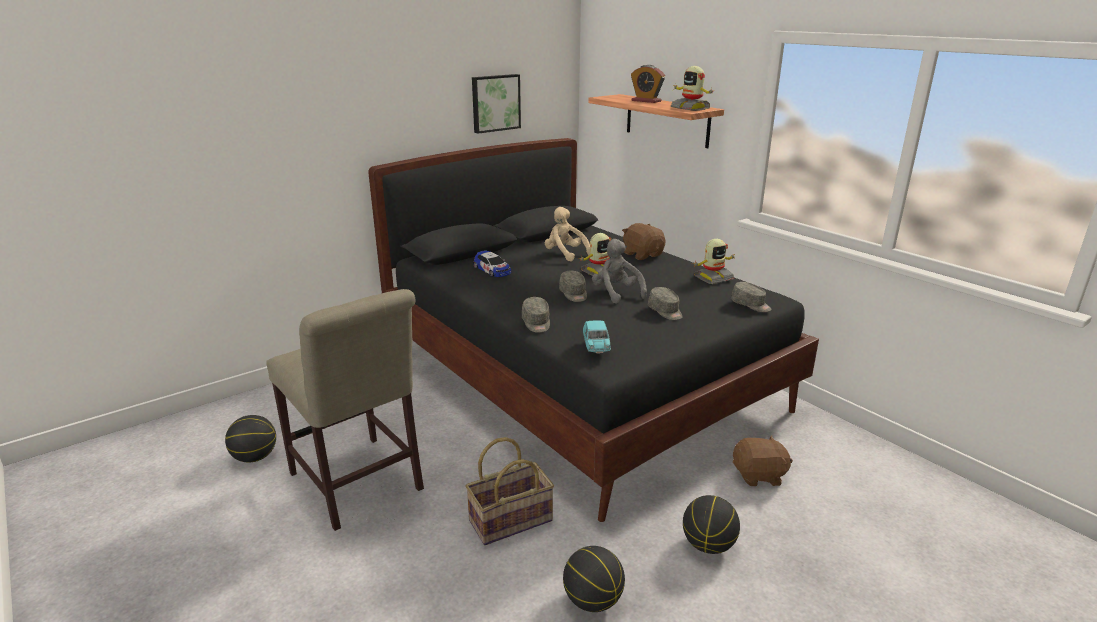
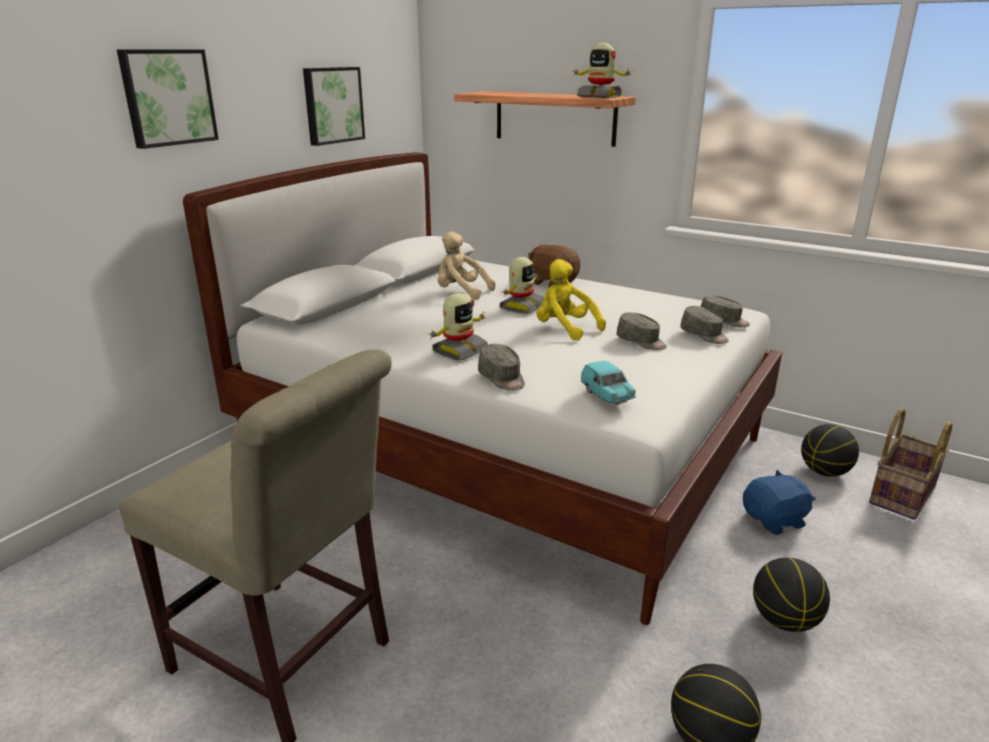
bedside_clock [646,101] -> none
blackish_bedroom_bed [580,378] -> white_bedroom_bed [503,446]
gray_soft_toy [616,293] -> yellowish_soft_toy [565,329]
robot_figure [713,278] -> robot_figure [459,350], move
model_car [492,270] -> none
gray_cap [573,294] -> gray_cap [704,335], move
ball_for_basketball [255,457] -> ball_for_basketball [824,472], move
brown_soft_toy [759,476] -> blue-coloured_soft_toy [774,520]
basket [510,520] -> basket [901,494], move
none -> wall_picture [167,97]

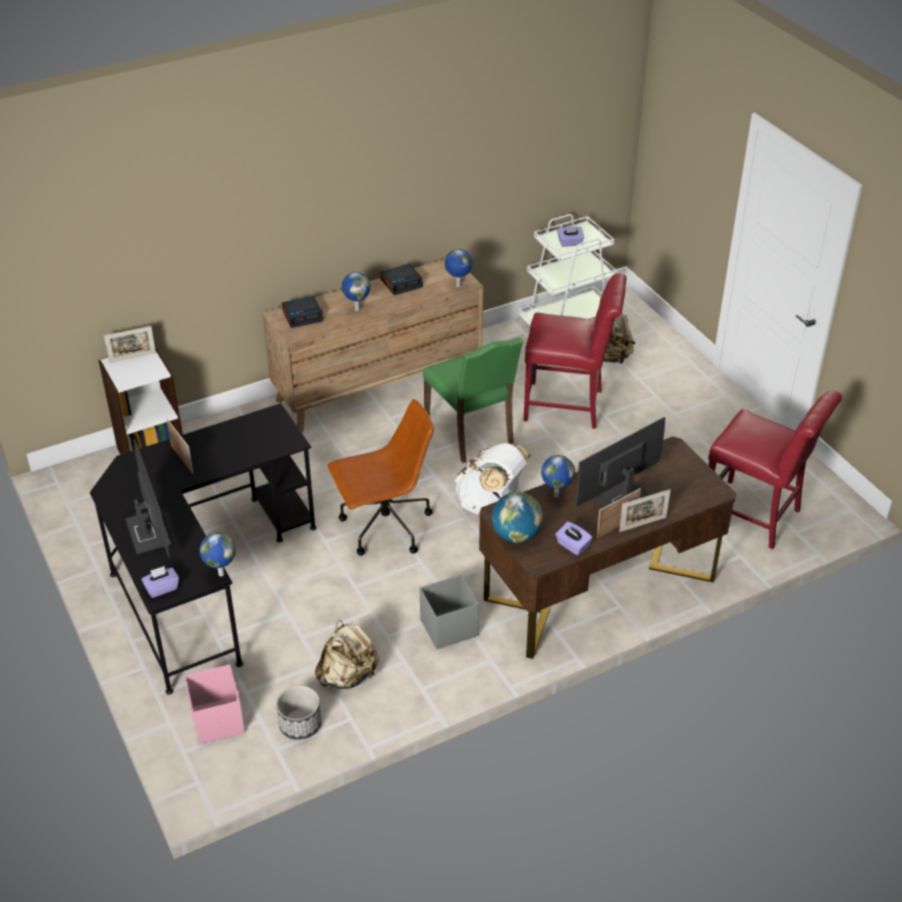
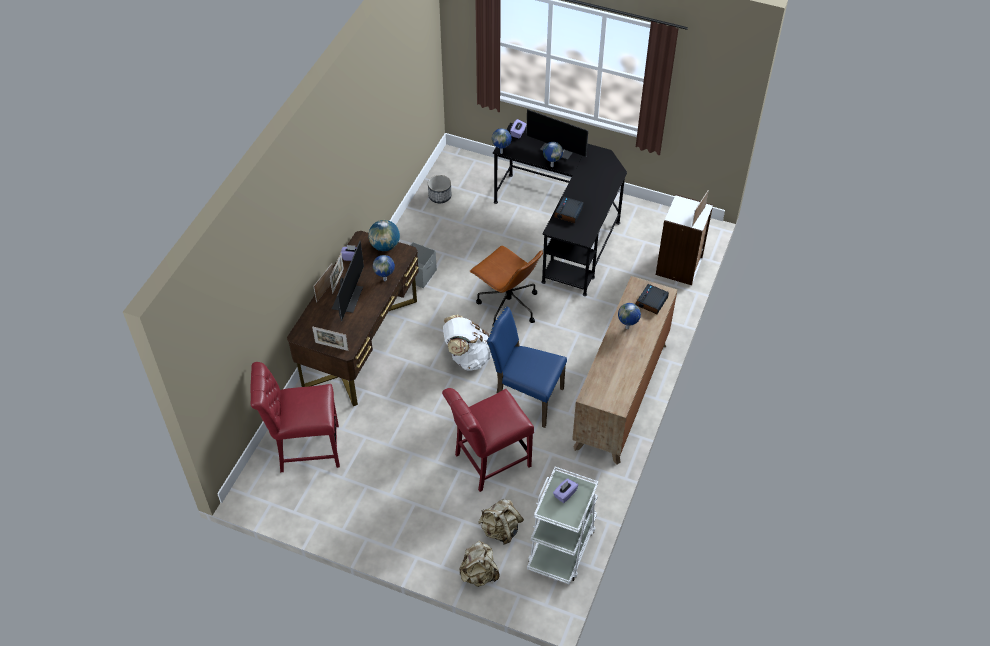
desk_globe [458,286] -> desk_globe [552,165], move
bedside_clock [401,283] -> bedside_clock [568,213], move
green-coloured_plain_chair [472,434] -> blue-coloured_plain_chair [526,398]
brown_office_chair [384,527] -> brown_office_chair [507,305], 75 degrees counterclockwise
photo_frame [182,459] -> photo_frame [331,346], move
sand-coloured_rucksack [348,676] -> sand-coloured_rucksack [479,573], move
pink-coloured_storage_box [218,719] -> none

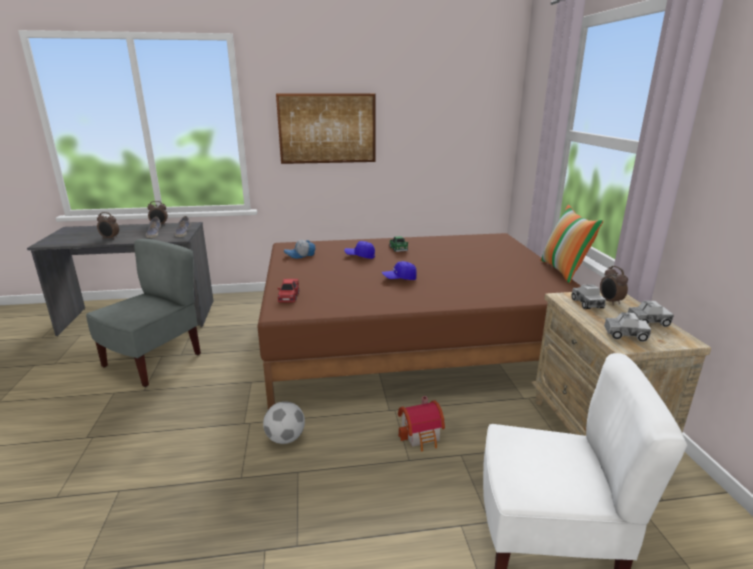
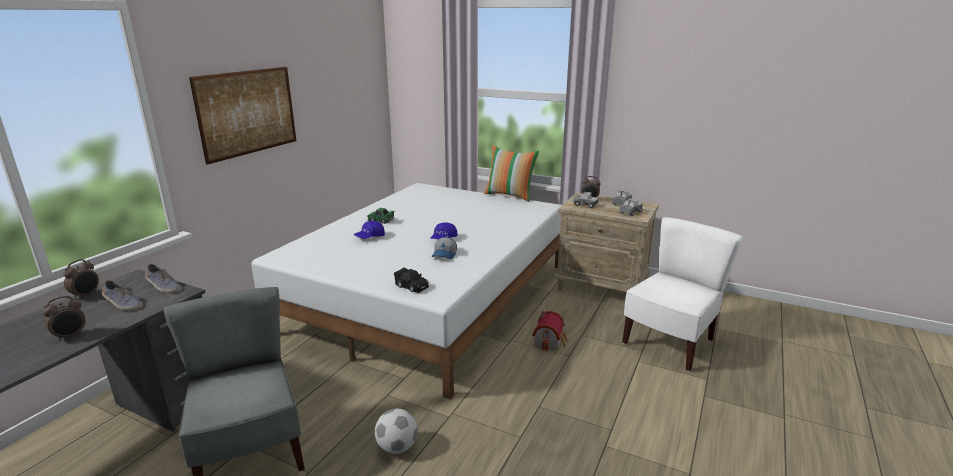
brown_bedroom_bed [410,340] -> white_bedroom_bed [430,297]
cap [300,255] -> cap [445,255], move
reddish_model_car [289,297] -> blackish_model_car [411,286]
football [285,438] -> football [397,447], move

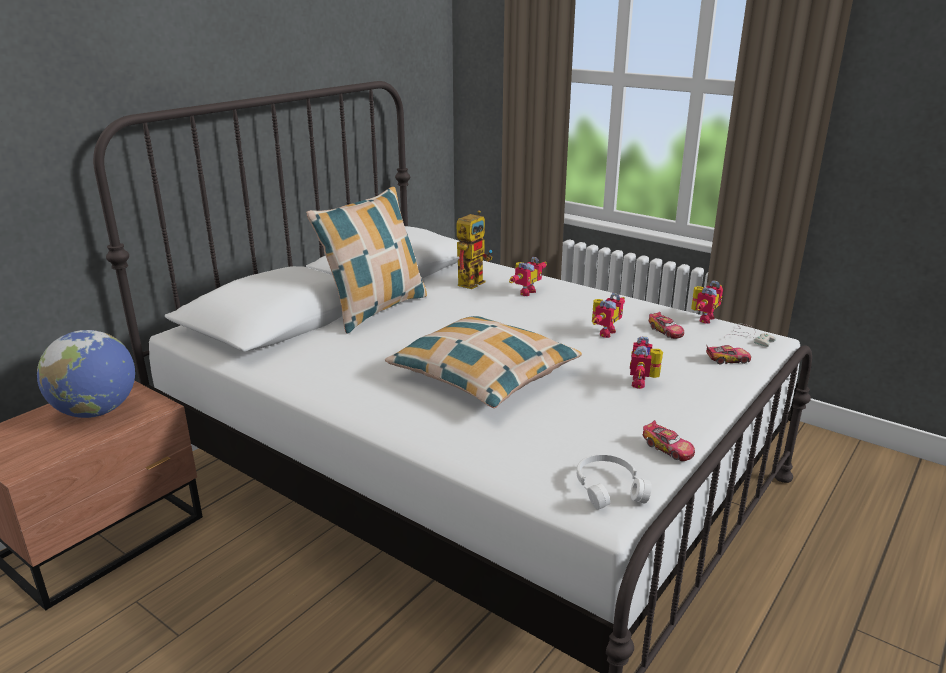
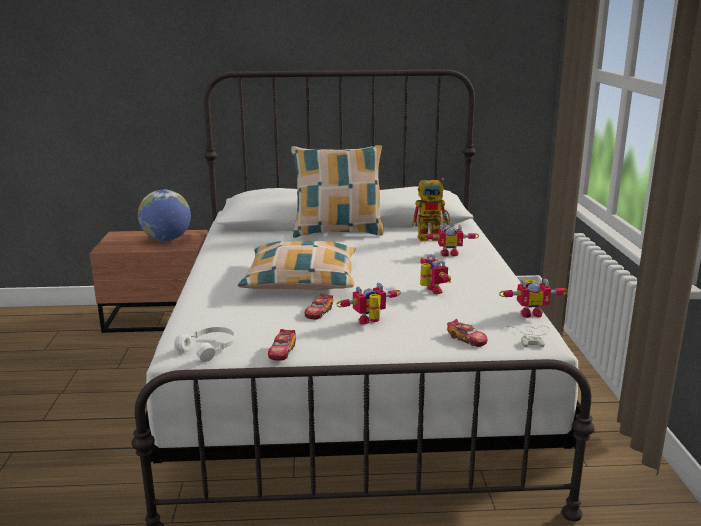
robot_figure [603,332] -> robot_figure [430,291], 105 degrees counterclockwise
model_car [666,331] -> model_car [318,312], move

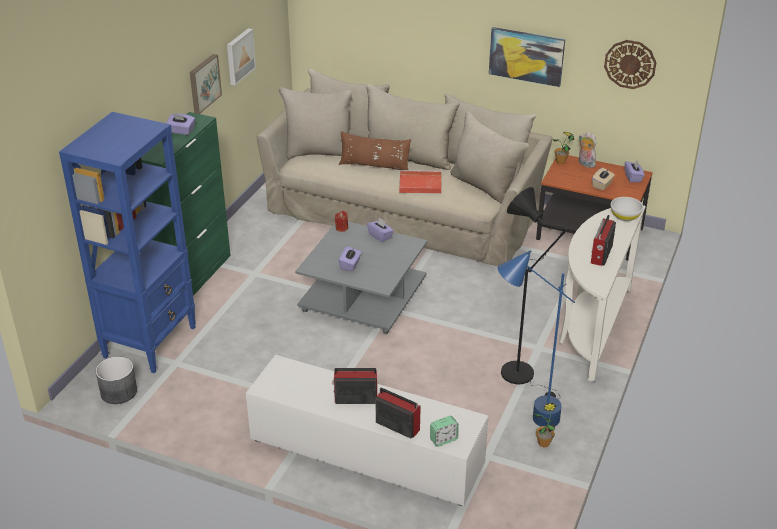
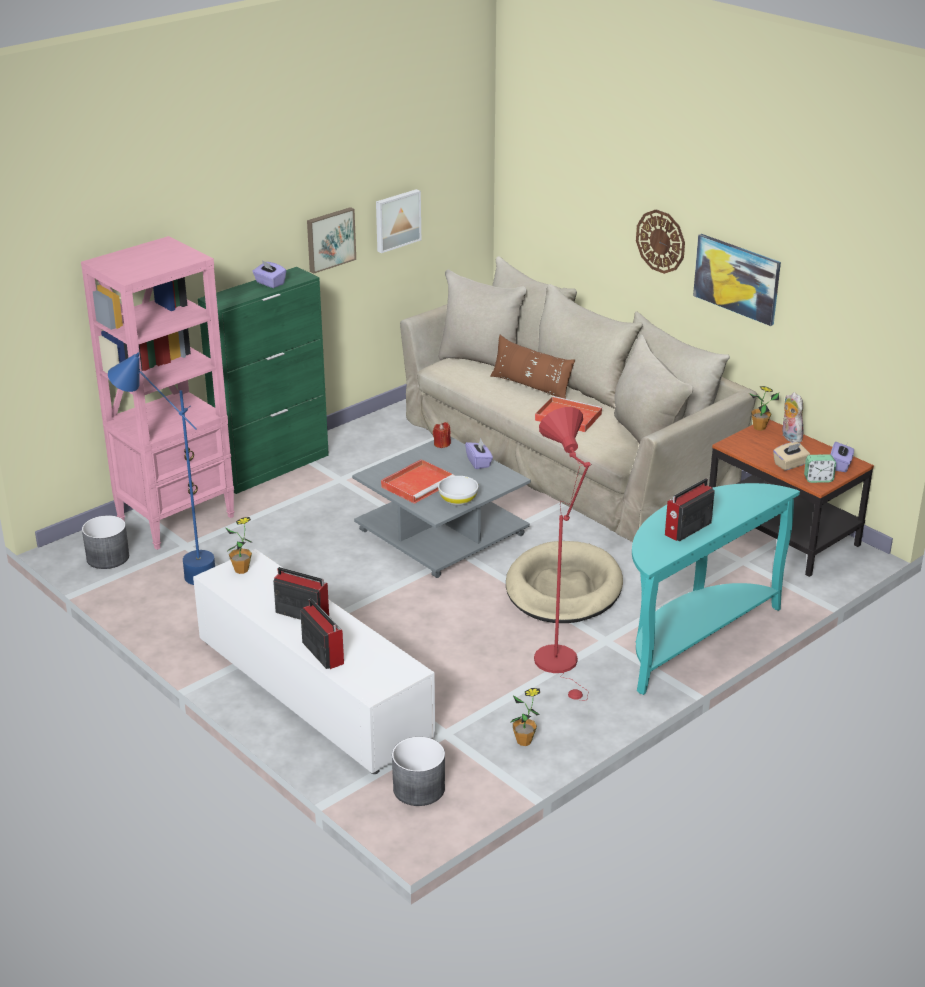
clock_on_the_wall [630,64] -> clock_on_the_wall [661,241], move
blue-coloured_shelving_unit [151,341] -> pink-coloured_shelving_unit [177,518]
blackish_standard_lamp [523,376] -> reddish_standard_lamp [560,665]
white_deep_dish [625,216] -> white_deep_dish [458,500], move
white_console_table [591,328] -> turquoise_console_table [691,638]
purplish_box_of_tissues [350,265] -> reddish_serving_tray [418,483]
blue-coloured_standard_lamp [523,421] -> blue-coloured_standard_lamp [175,572], move
bedside_clock [443,439] -> bedside_clock [818,479], move
none -> plant_in_a_pot [241,570]
none -> sand-coloured_dog_bed [563,588]
none -> gray_flower_pot [418,789]

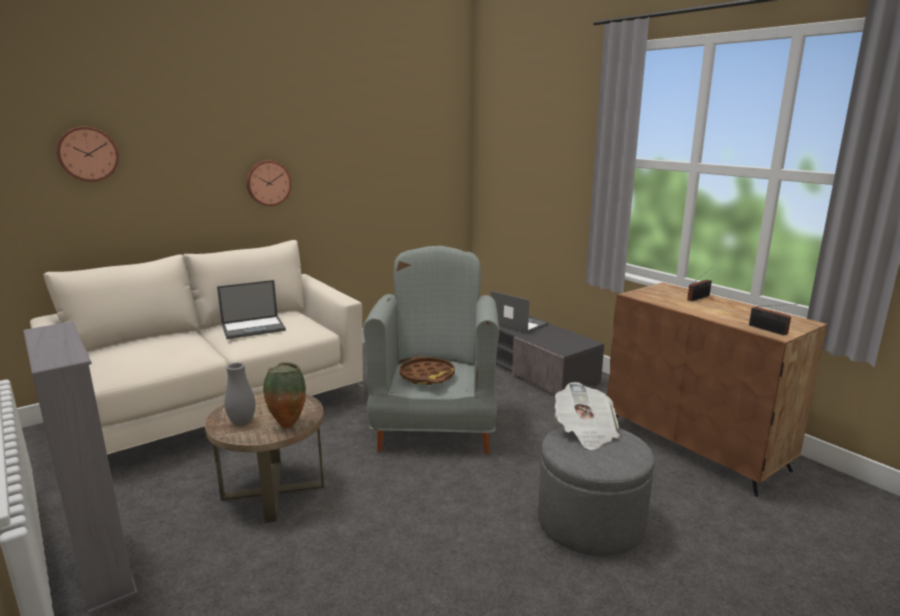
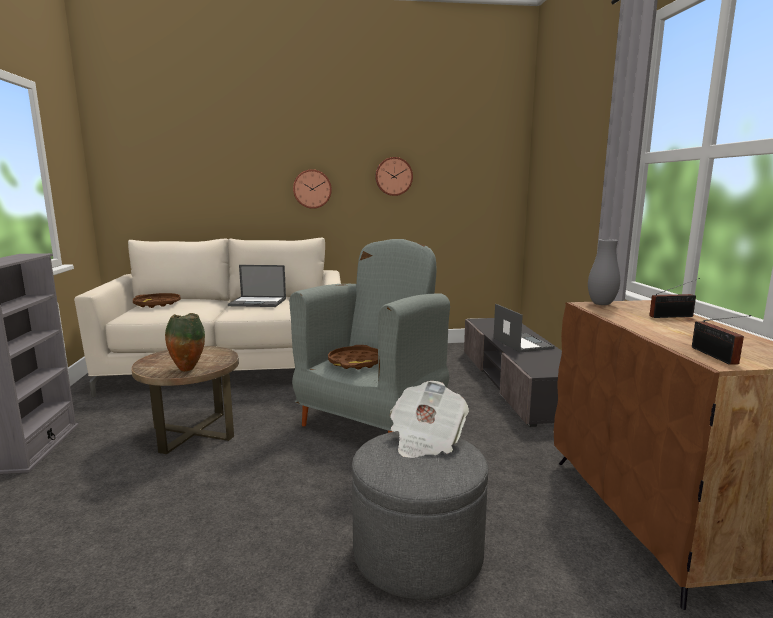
clock_on_the_wall [87,154] -> clock_on_the_wall [393,176], move
gray_vase [242,423] -> gray_vase [601,304], move
none -> brown_serving_tray [157,304]

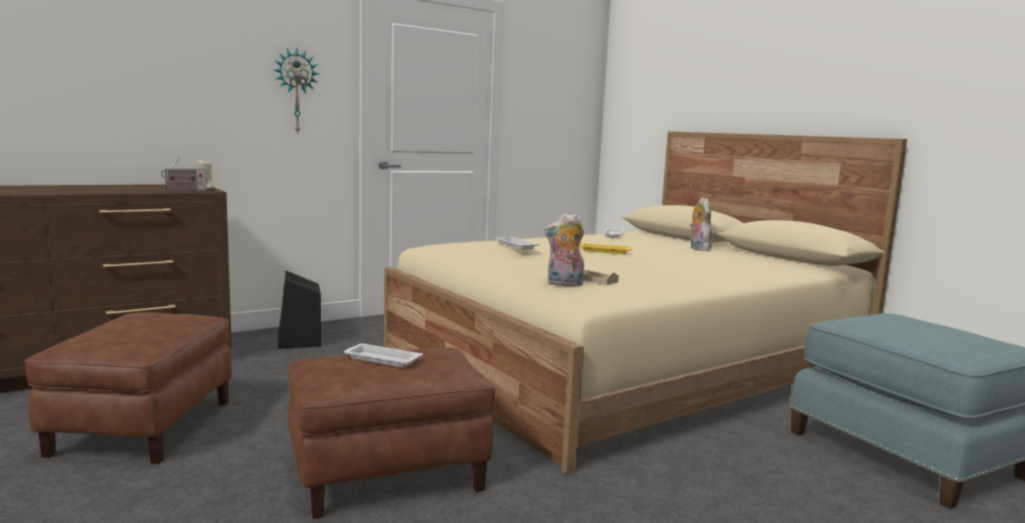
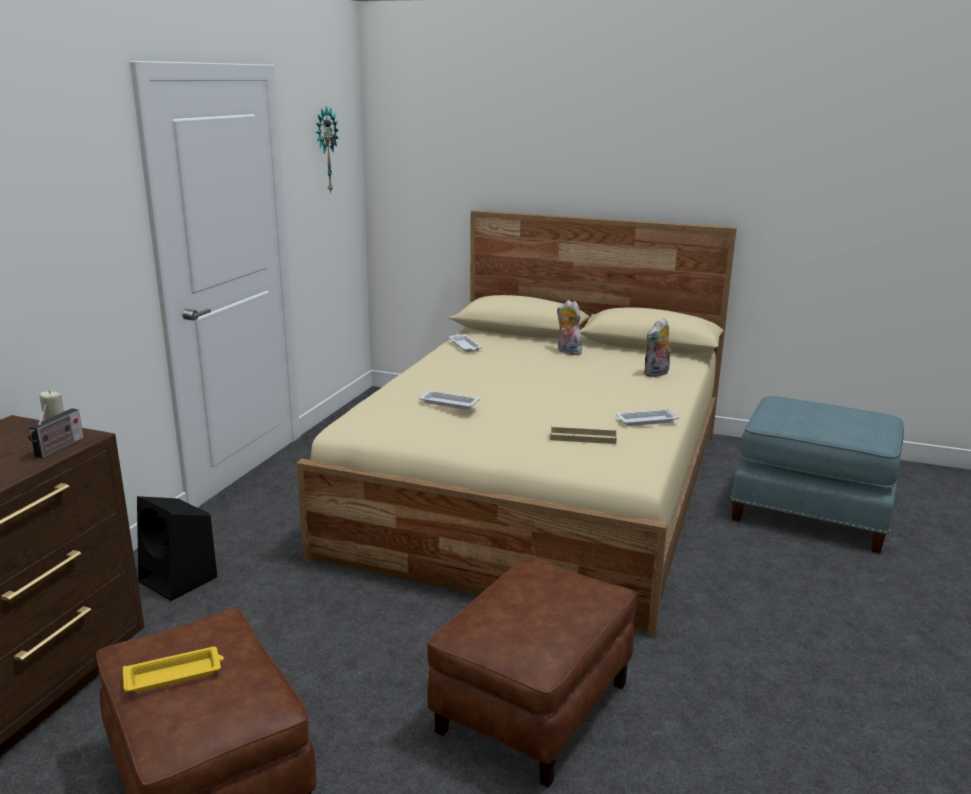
clock_on_the_wall [295,91] -> clock_on_the_wall [325,150], move
soft_toy [564,284] -> soft_toy [656,374], move
yellowish_serving_tray [605,251] -> yellowish_serving_tray [175,674], move
white_serving_tray [381,359] -> white_serving_tray [645,421], move

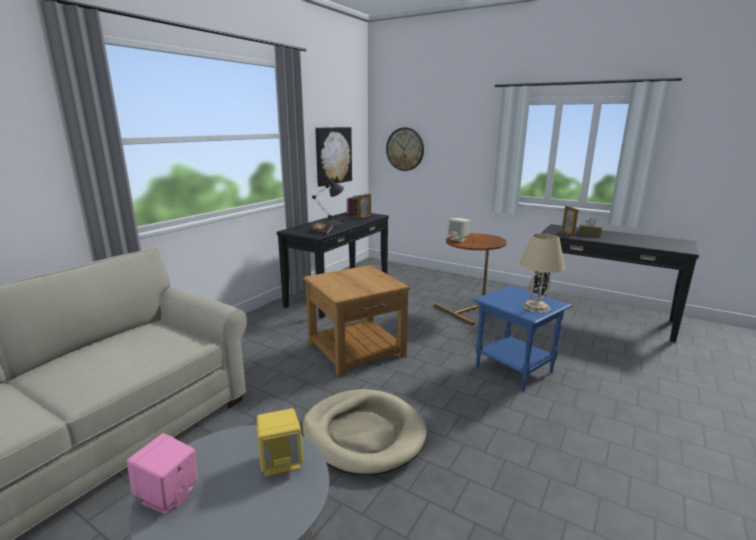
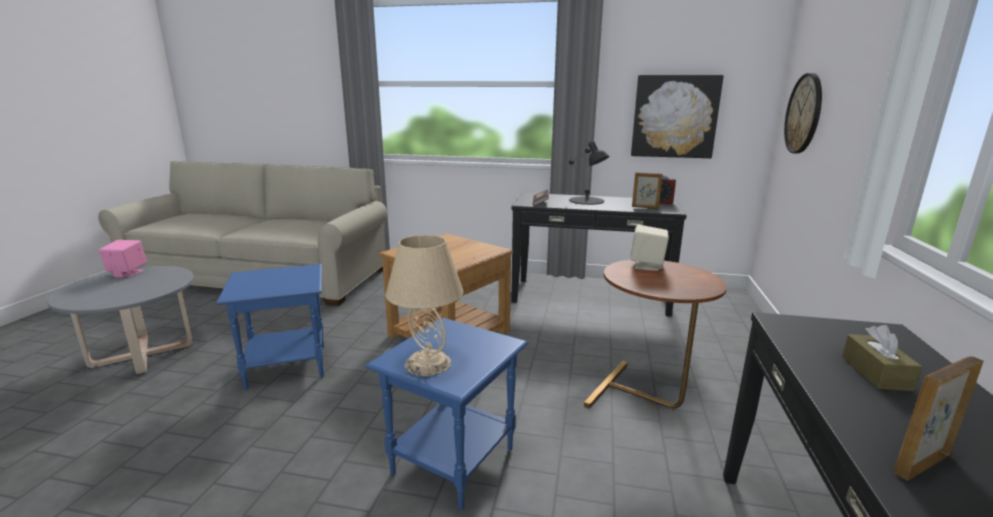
photo_frame [567,234] -> photo_frame [921,463], move
sand-coloured_dog_bed [363,434] -> blue-coloured_accent_table [288,366]
yellowish_loudspeaker [281,461] -> none

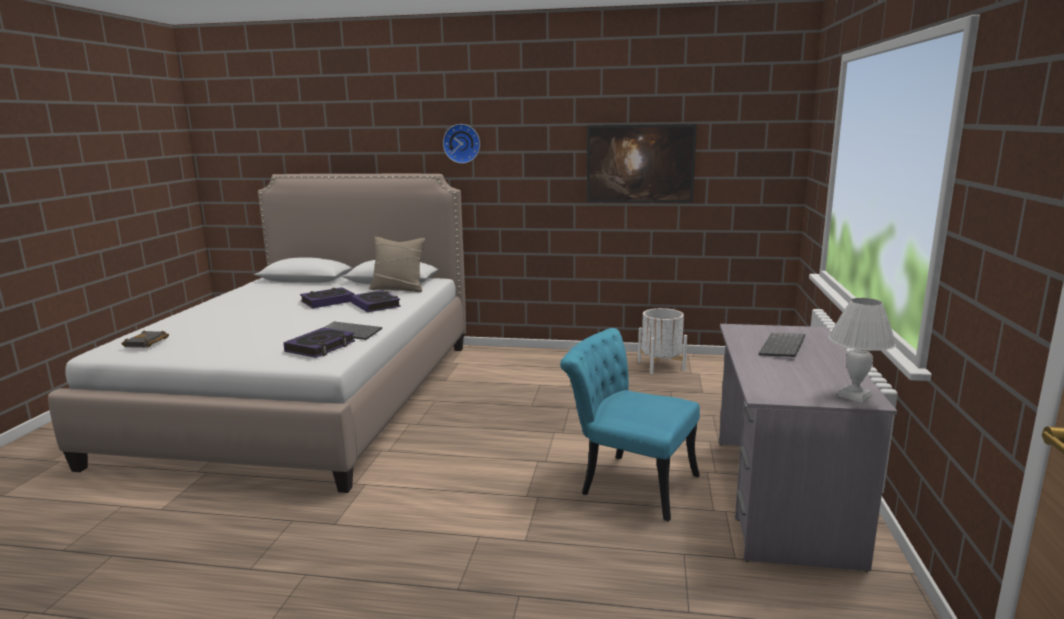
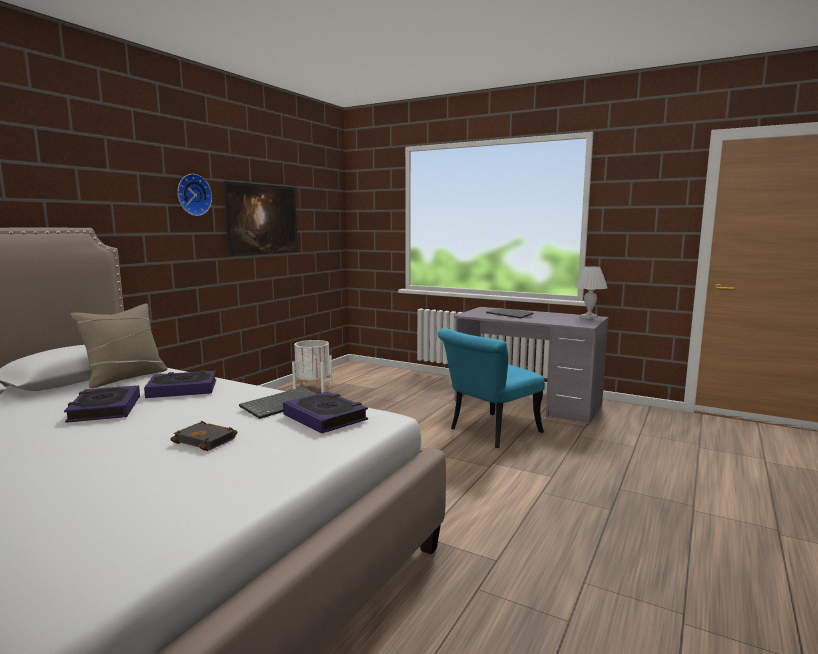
clock_on_the_wall [462,143] -> clock_on_the_wall [192,195], move
blackish_bound_book [147,343] -> blackish_bound_book [207,440], move

